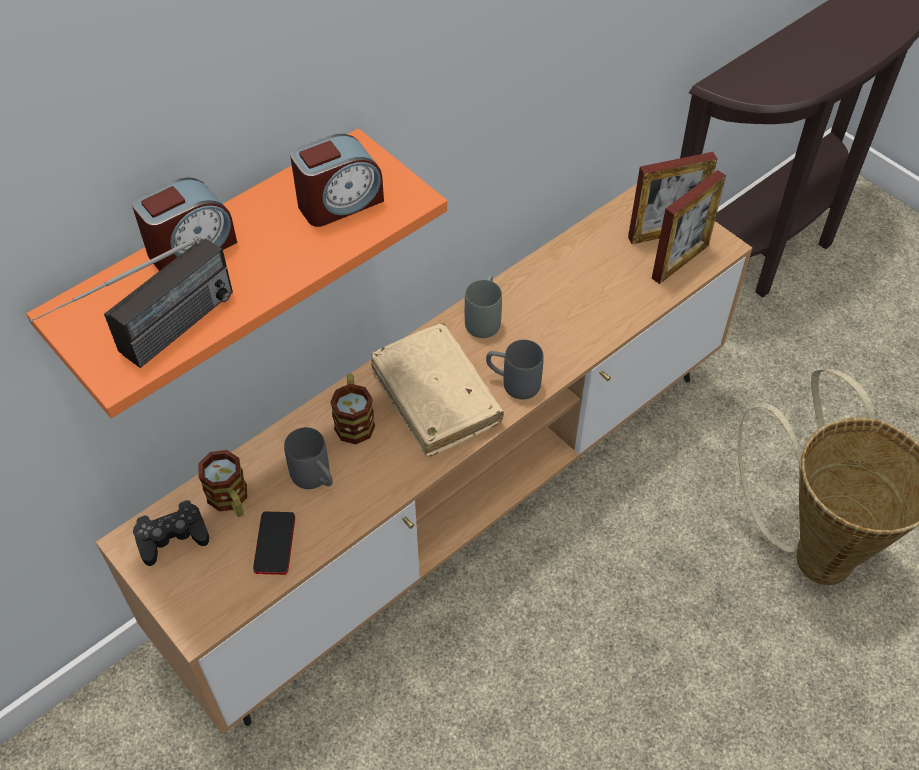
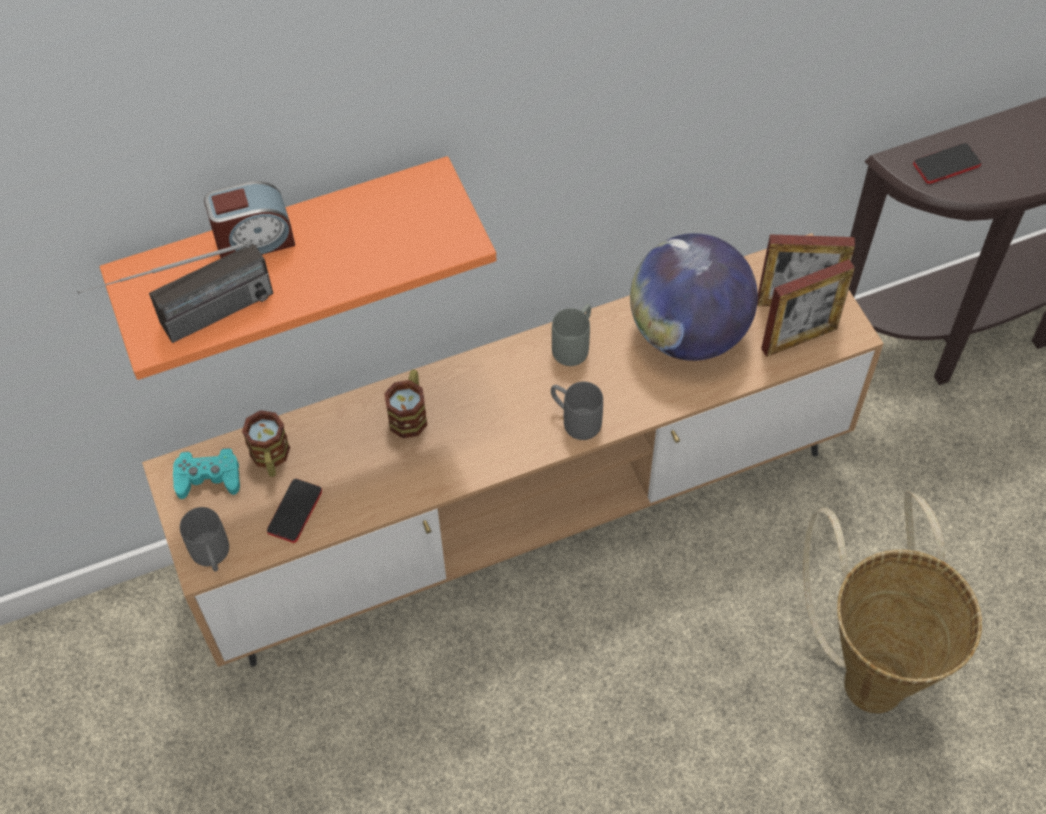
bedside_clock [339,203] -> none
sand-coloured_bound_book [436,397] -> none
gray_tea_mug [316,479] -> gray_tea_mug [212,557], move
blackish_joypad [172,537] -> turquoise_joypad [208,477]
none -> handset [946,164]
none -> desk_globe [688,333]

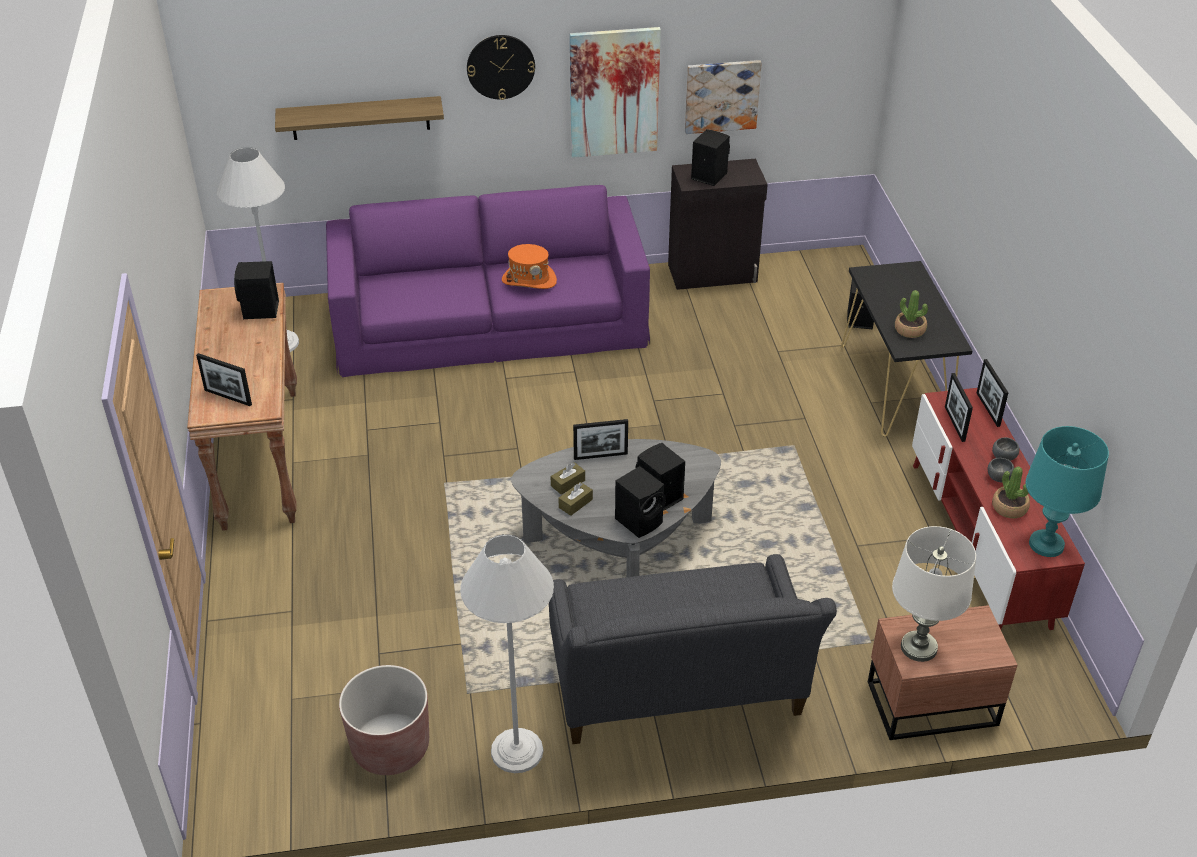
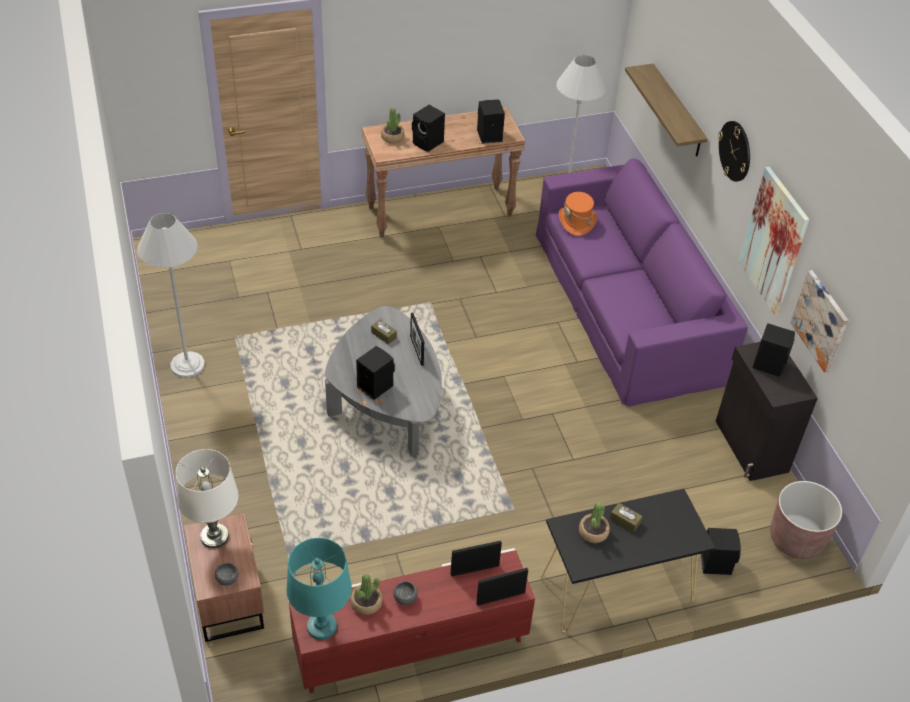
orangey_wearable_hat [529,280] -> orangey_wearable_hat [577,221], move
photo_frame [228,397] -> plant_in_a_pot [392,137]
gray_deep_dish [1004,457] -> gray_deep_dish [227,580], move
blackish_loudspeaker [640,520] -> blackish_loudspeaker [428,143], move
brown_box_of_tissues [575,503] -> brown_box_of_tissues [625,521], move
gray_couch [678,693] -> none
brown_flower_pot [390,747] -> brown_flower_pot [796,538], move

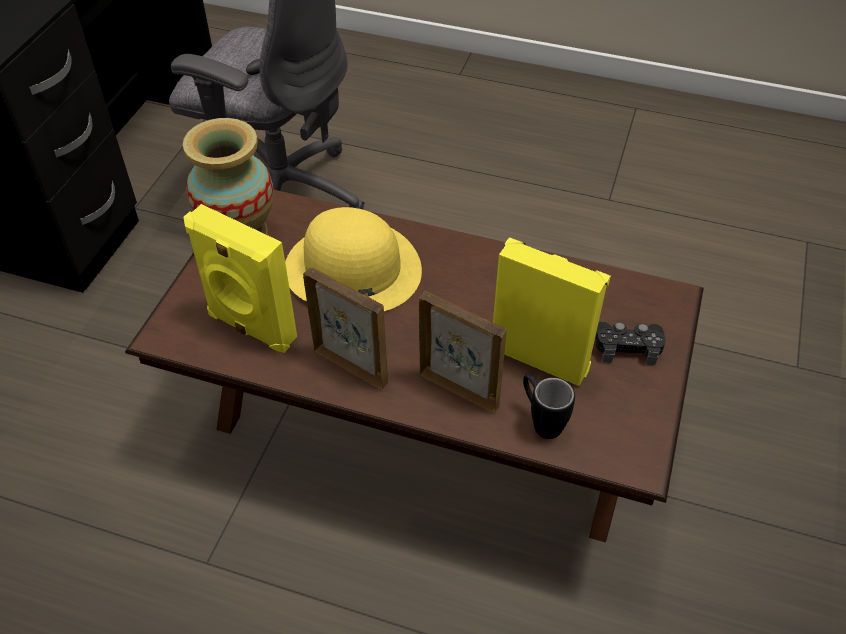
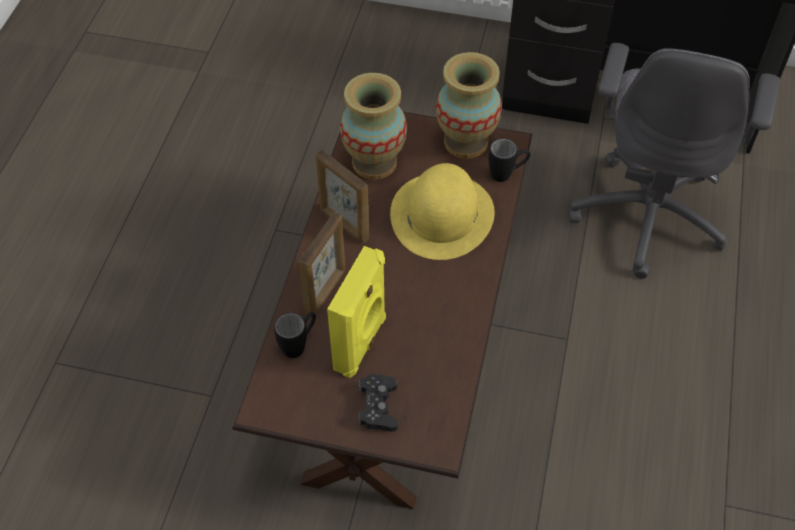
yellowish_loudspeaker [250,328] -> vase [374,163]
photo_frame [351,365] -> photo_frame [344,224], 105 degrees clockwise
none -> blackish_tea_mug [507,174]

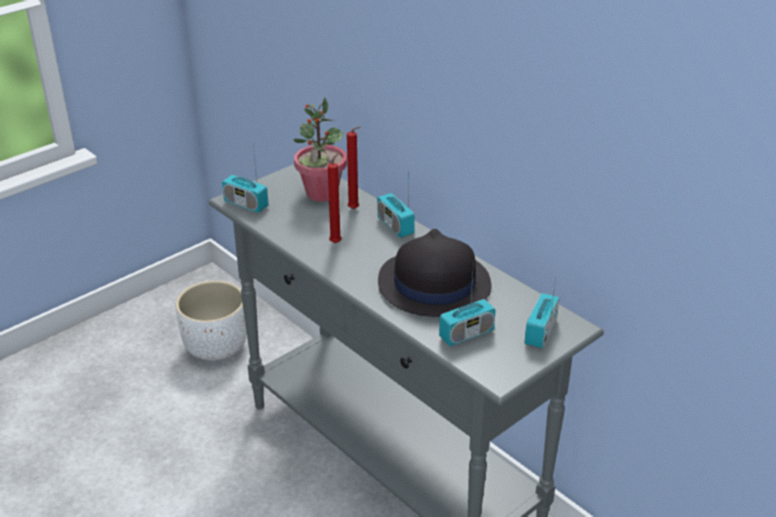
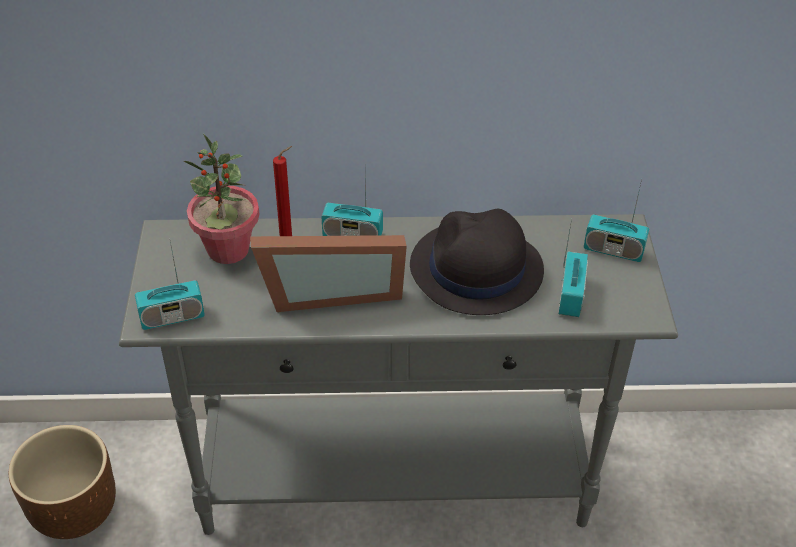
reddish_candle [337,242] -> photo_frame [330,291]
radio_set [540,332] -> radio_set [613,250], 45 degrees counterclockwise
white_flower_pot [216,346] -> brown_flower_pot [74,509]

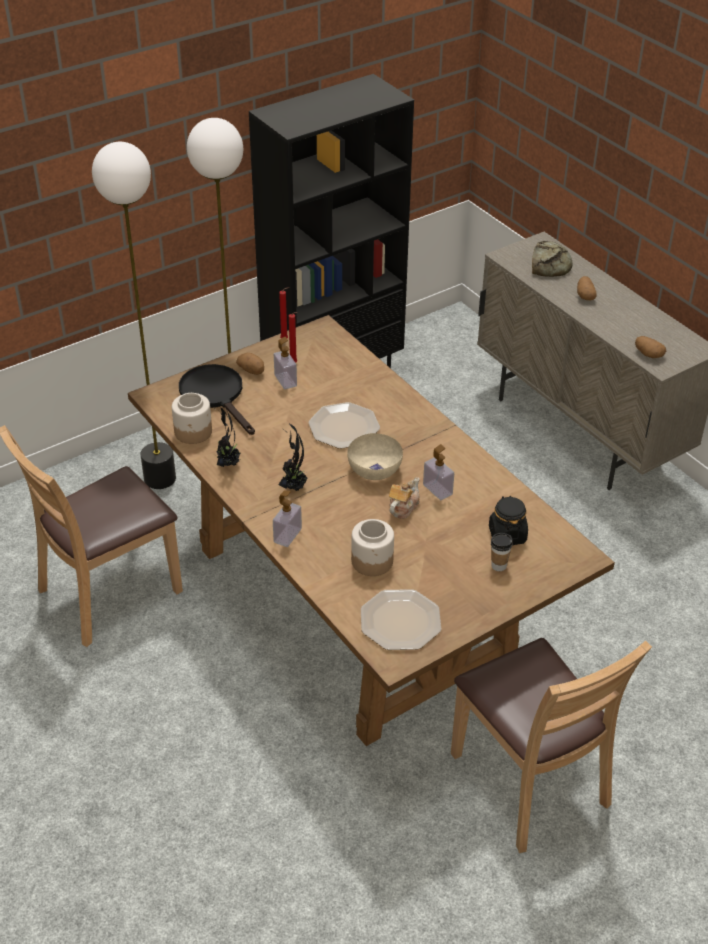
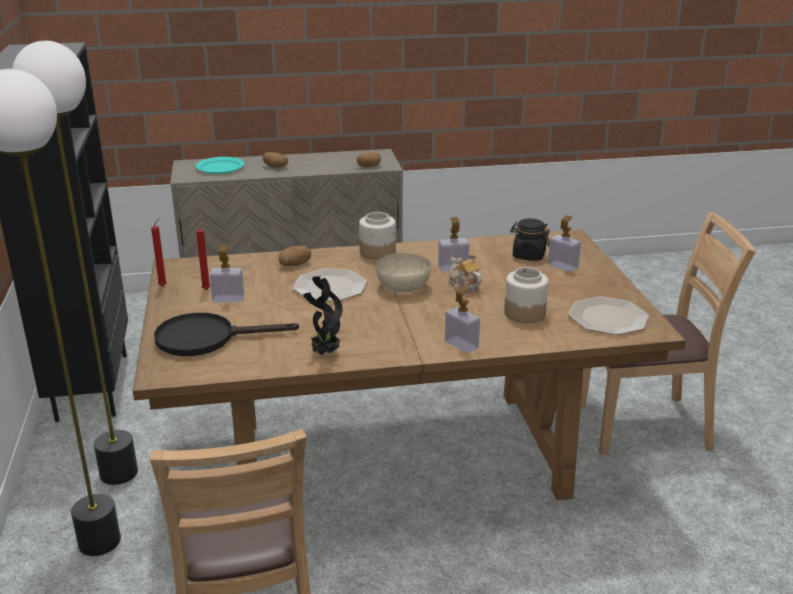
bread [550,264] -> turquoise_plate [220,167]
spud [252,371] -> spud [295,264], move
storage_jar [193,432] -> storage_jar [378,252], move
plant_in_a_pot [294,486] -> none
small_cup [498,566] -> soap_bottle [562,266]

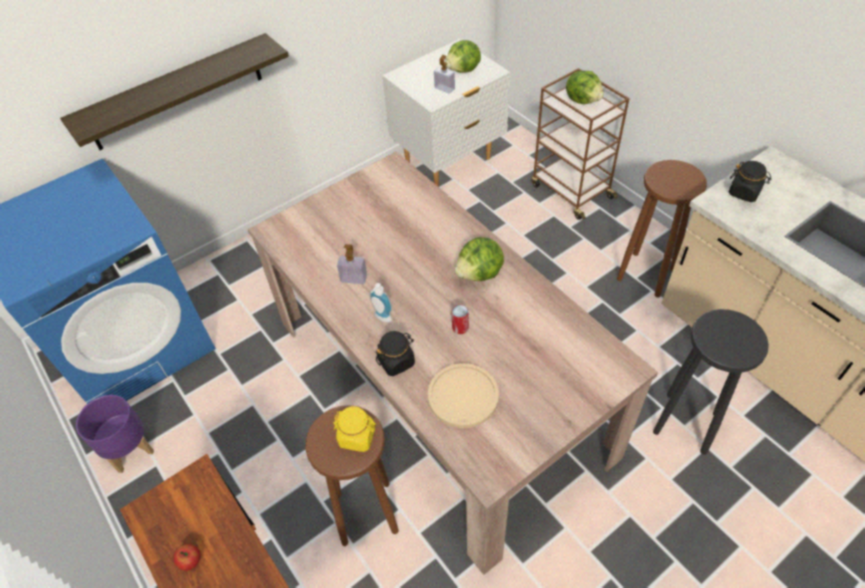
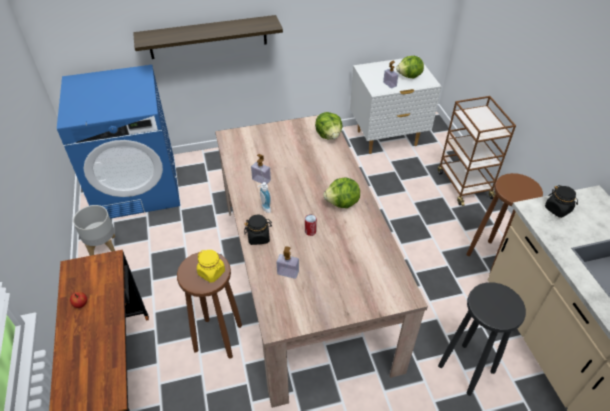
head_of_lettuce [583,100] -> head_of_lettuce [329,135], move
sand-coloured_plate [463,396] -> soap_bottle [288,272]
purplish_flower_pot [130,450] -> gray_flower_pot [102,246]

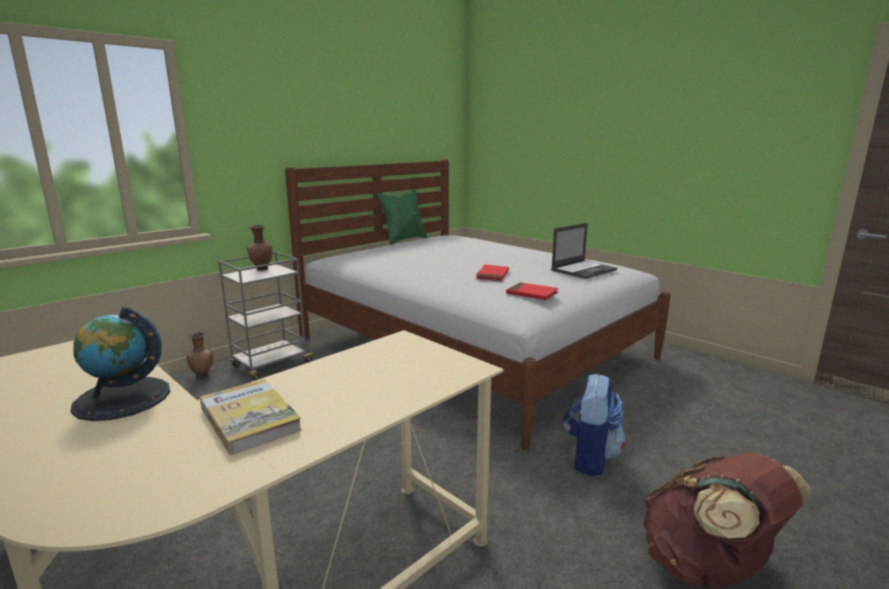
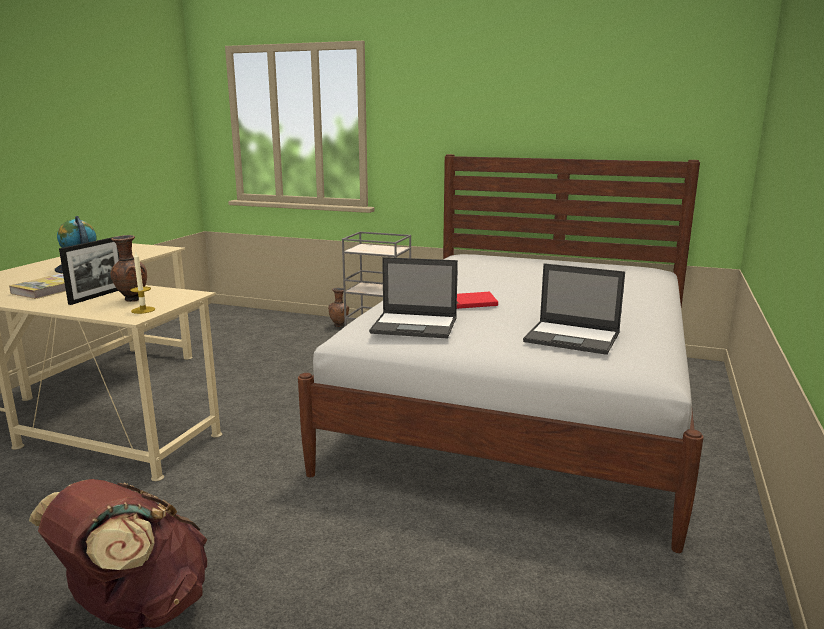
green-coloured_cushion [403,240] -> none
brown_vase [261,270] -> brown_vase [131,300], move
reddish_bound_book [532,294] -> notebook_computer [415,326]
rucksack [589,457] -> none
none -> photo_frame [98,296]
none -> candle [143,310]

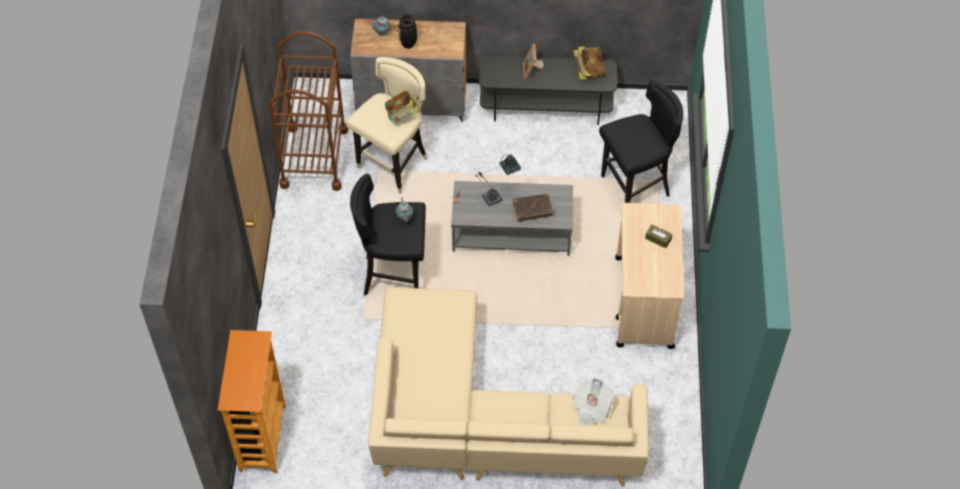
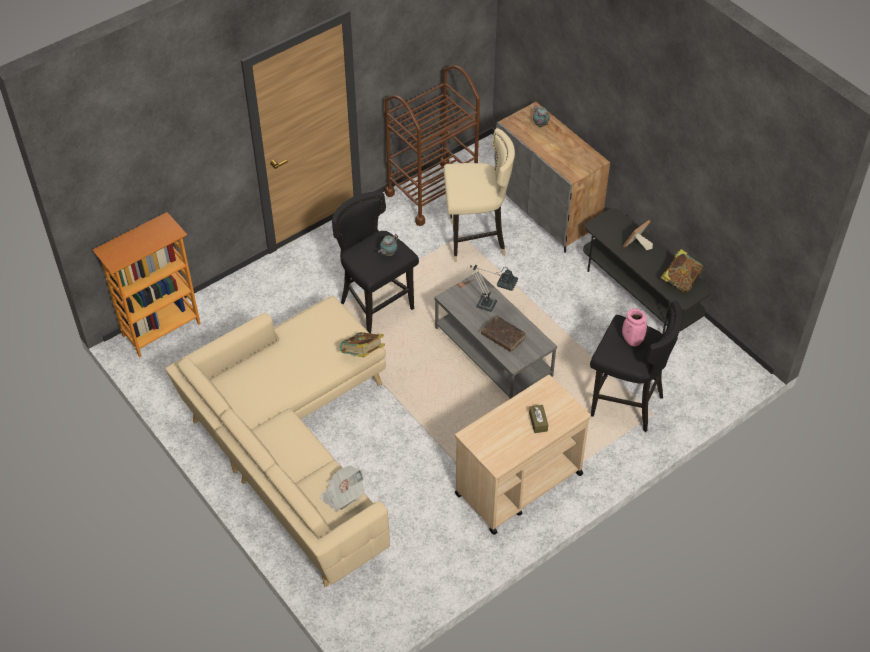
blackish_vase [409,44] -> none
bound_book [402,115] -> bound_book [362,354], move
none -> pink-coloured_vase [631,340]

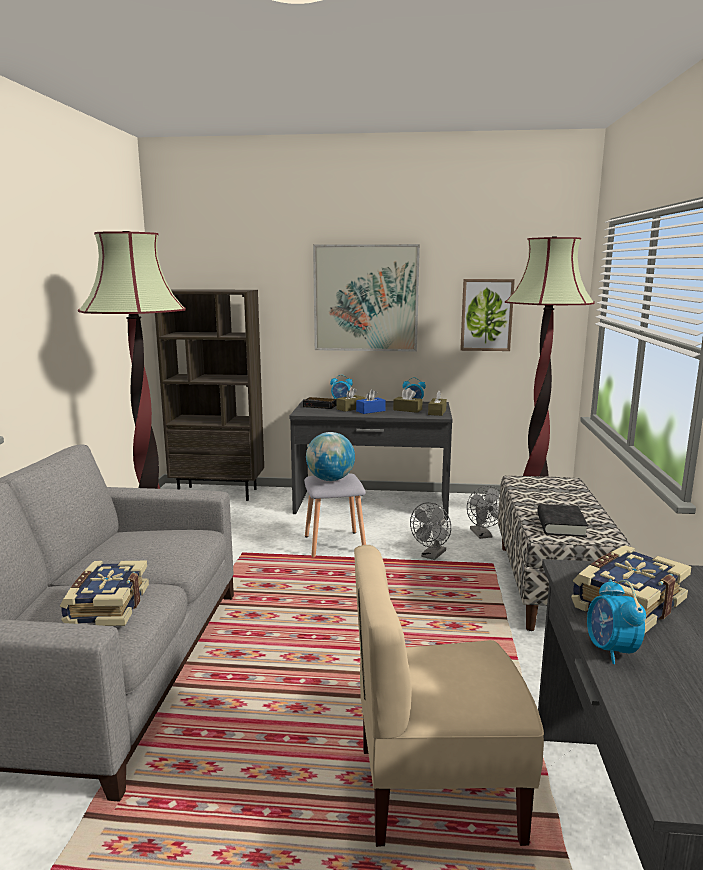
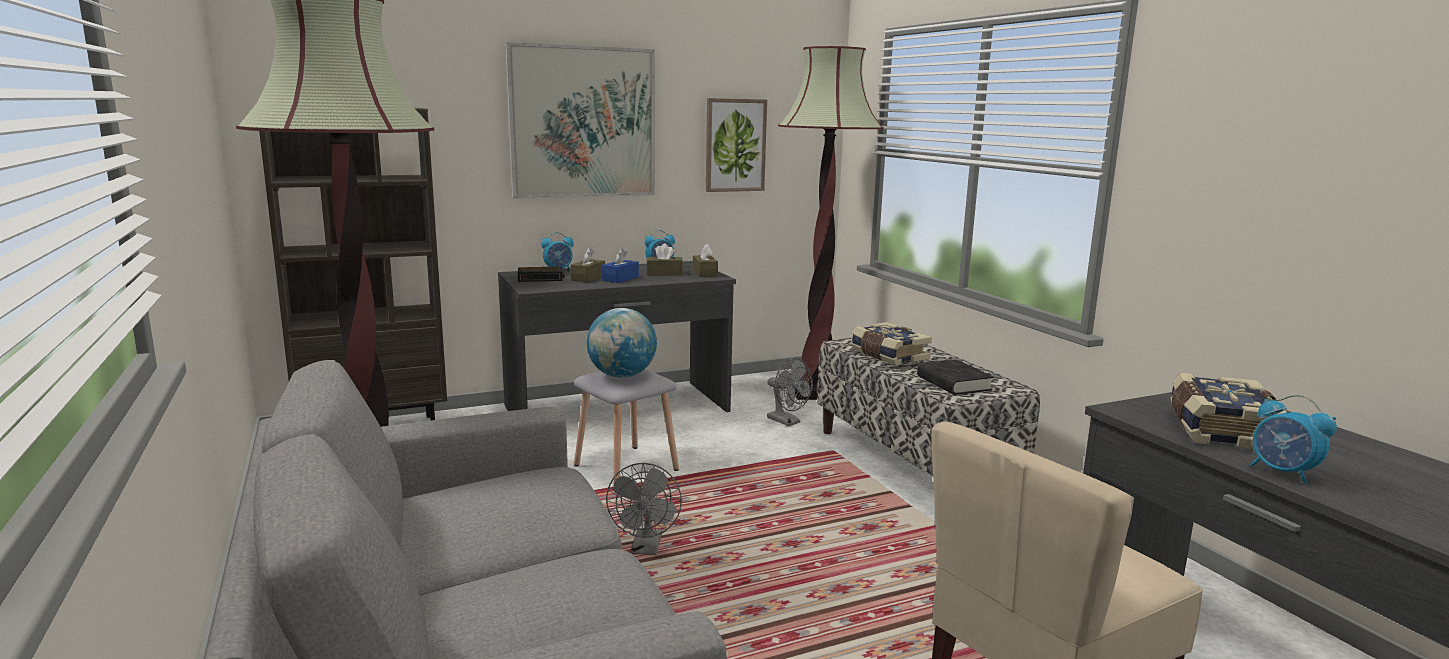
gray_fan [432,556] -> gray_fan [646,549], move
bound_book [106,606] -> bound_book [888,356], move

